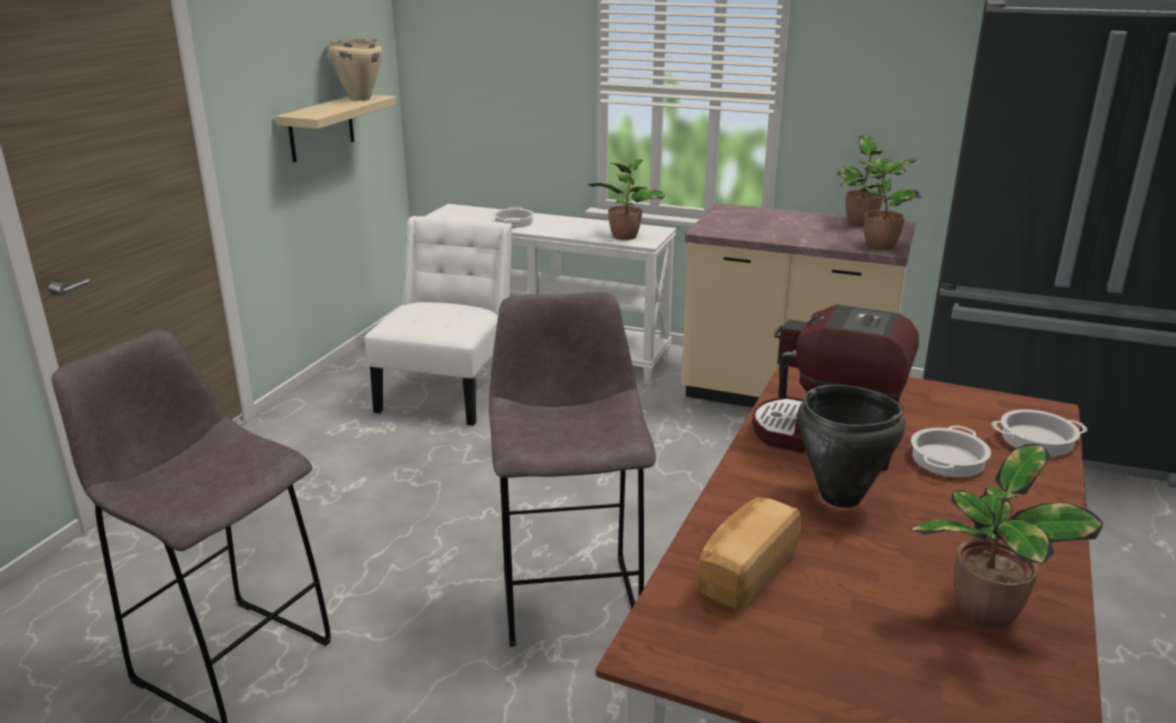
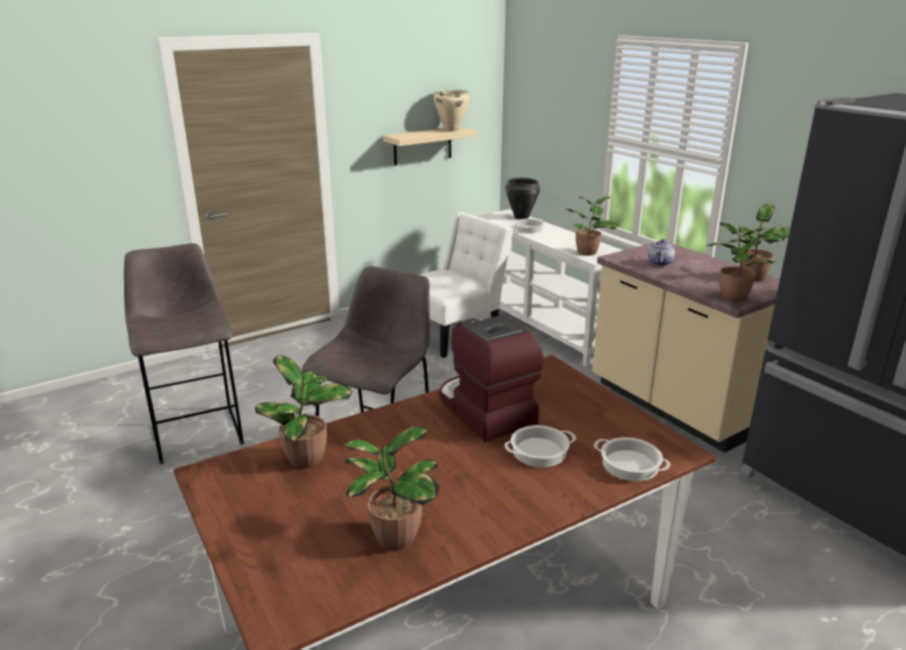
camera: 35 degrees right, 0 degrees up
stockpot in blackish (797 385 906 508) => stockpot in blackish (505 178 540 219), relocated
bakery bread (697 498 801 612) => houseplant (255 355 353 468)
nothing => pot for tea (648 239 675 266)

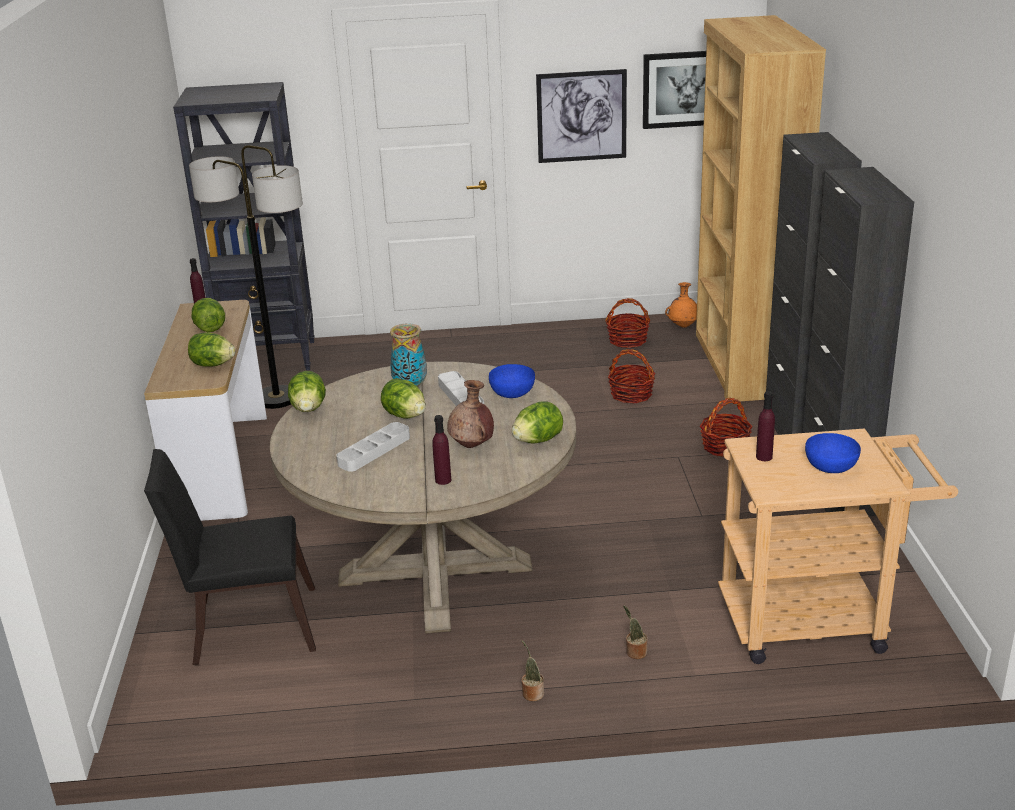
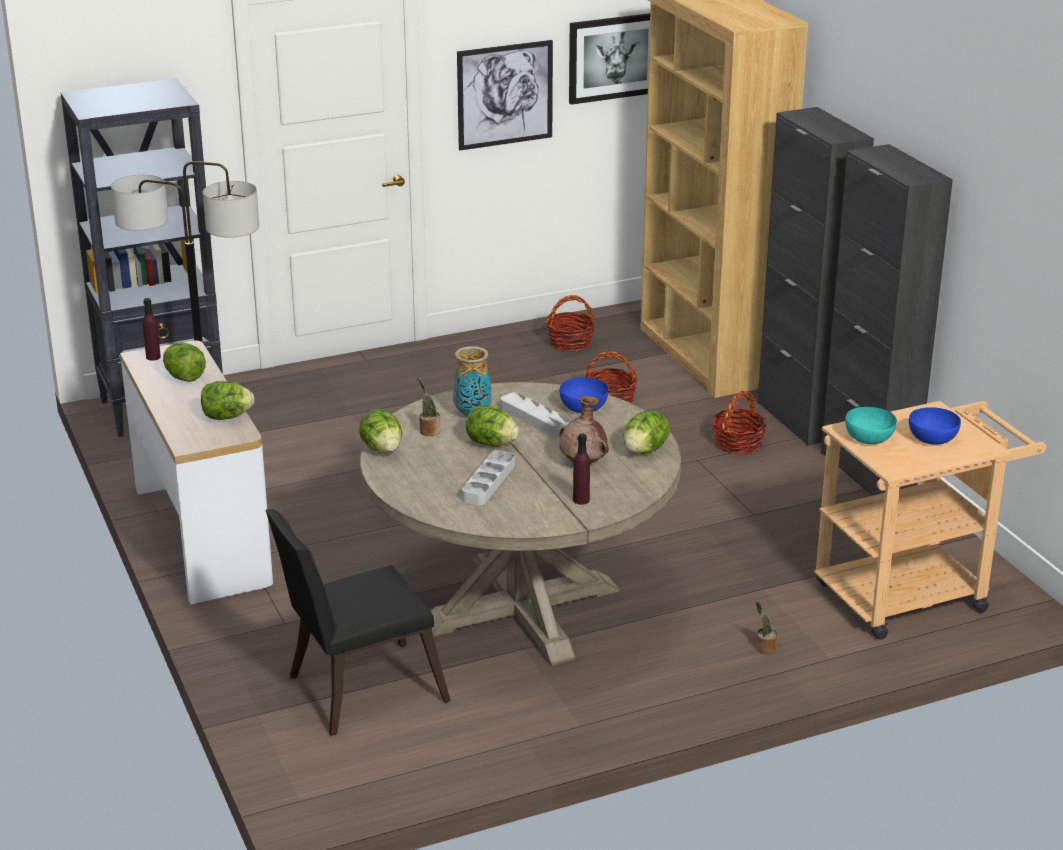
camera: 20 degrees left, 0 degrees up
decorative vase in orange-coloured (665 282 697 328) => nothing
bottle in purple (756 391 775 461) => deep dish in turquoise (845 407 897 444)
houseplant (521 640 544 701) => houseplant (417 378 441 436), relocated

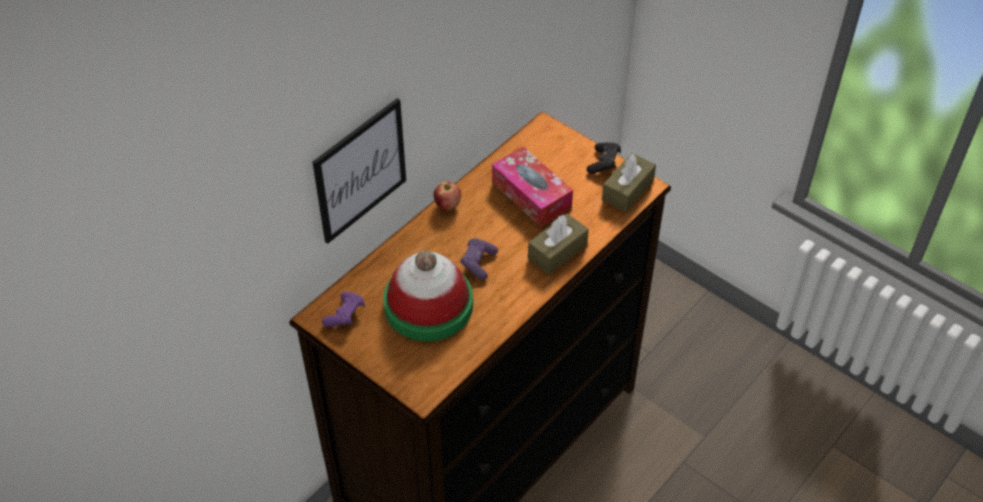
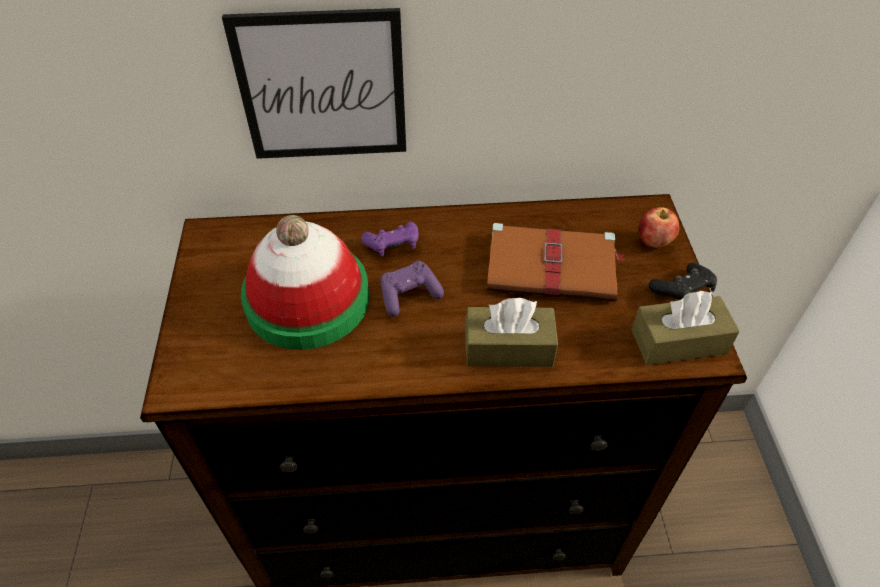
camera: 45 degrees right, 0 degrees up
tissue holder (492 146 573 227) => volume in brown (487 223 625 302)
apple (433 181 461 211) => apple (639 207 679 248), relocated
joypad in purple (322 292 365 327) => joypad in purple (361 222 419 256), relocated

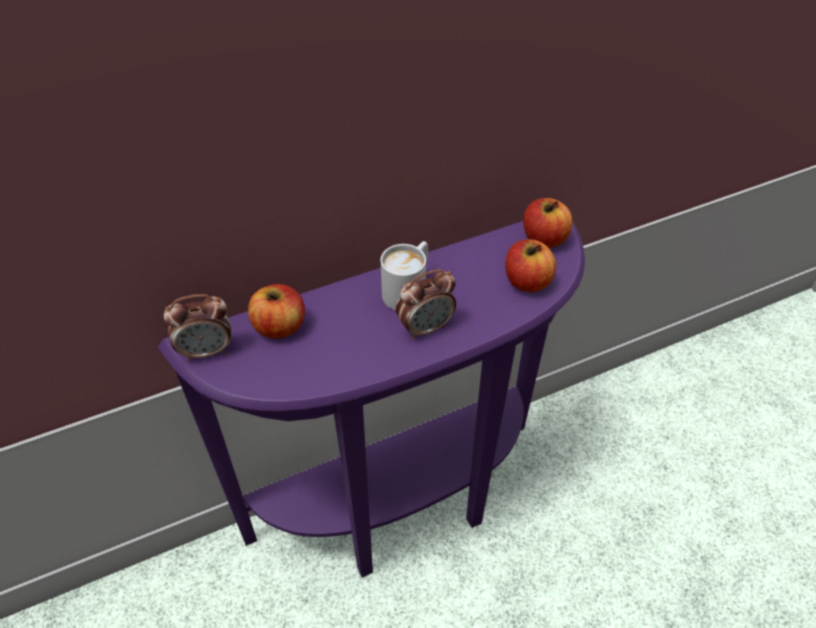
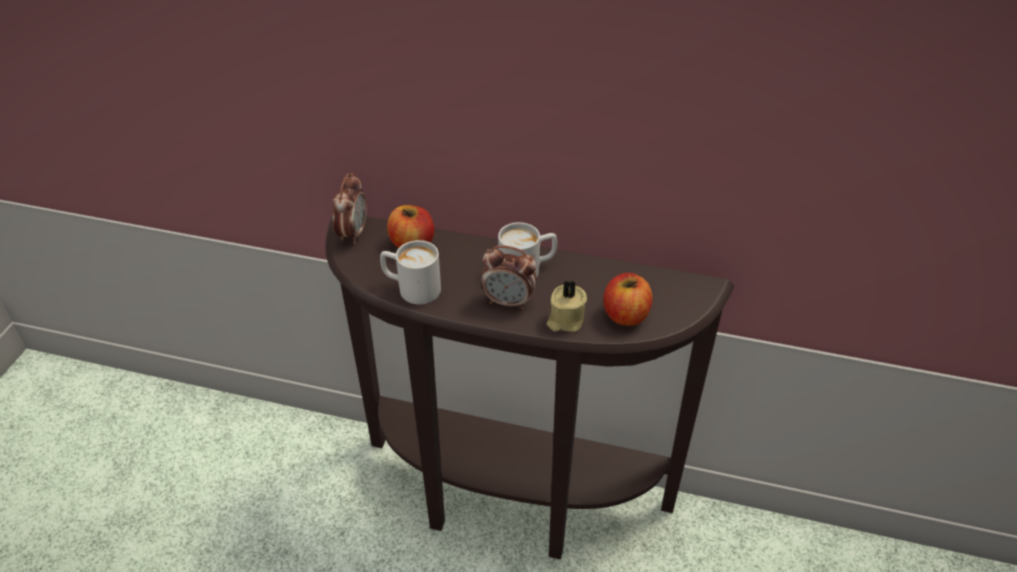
camera: 40 degrees right, 5 degrees down
apple (523 198 573 248) => nothing
hall table in purple (158 221 585 577) => hall table in brown (325 215 735 560)
alarm clock (164 294 231 361) => alarm clock (333 173 366 244), 105 degrees counterclockwise
nothing => coffee mug in white (380 240 441 304)
nothing => candle in beige (547 280 587 332)

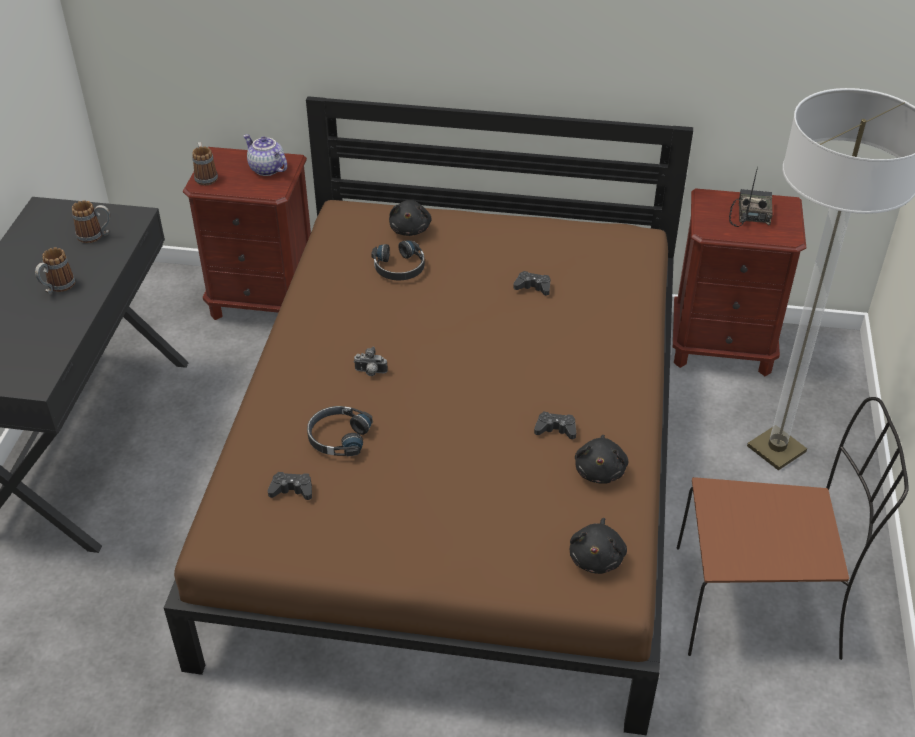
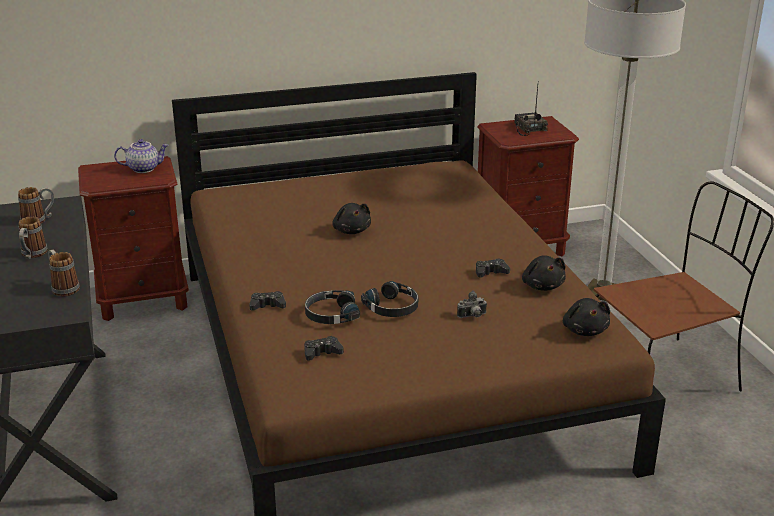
camera: 25 degrees left, 15 degrees down
pot for tea (243 134 287 176) => pot for tea (114 139 169 173), 150 degrees clockwise
coffee mug (192 142 218 185) => coffee mug (48 250 80 297), relocated
cuddly toy in blackish (389 200 432 236) => cuddly toy in blackish (332 203 371 234), relocated
headphones in blackish (371 240 425 280) => headphones in blackish (361 281 418 317), relocated
joypad in blackish (513 271 550 296) => joypad in blackish (249 291 286 311), relocated
photo camera (354 347 388 376) => photo camera (457 290 487 318), relocated

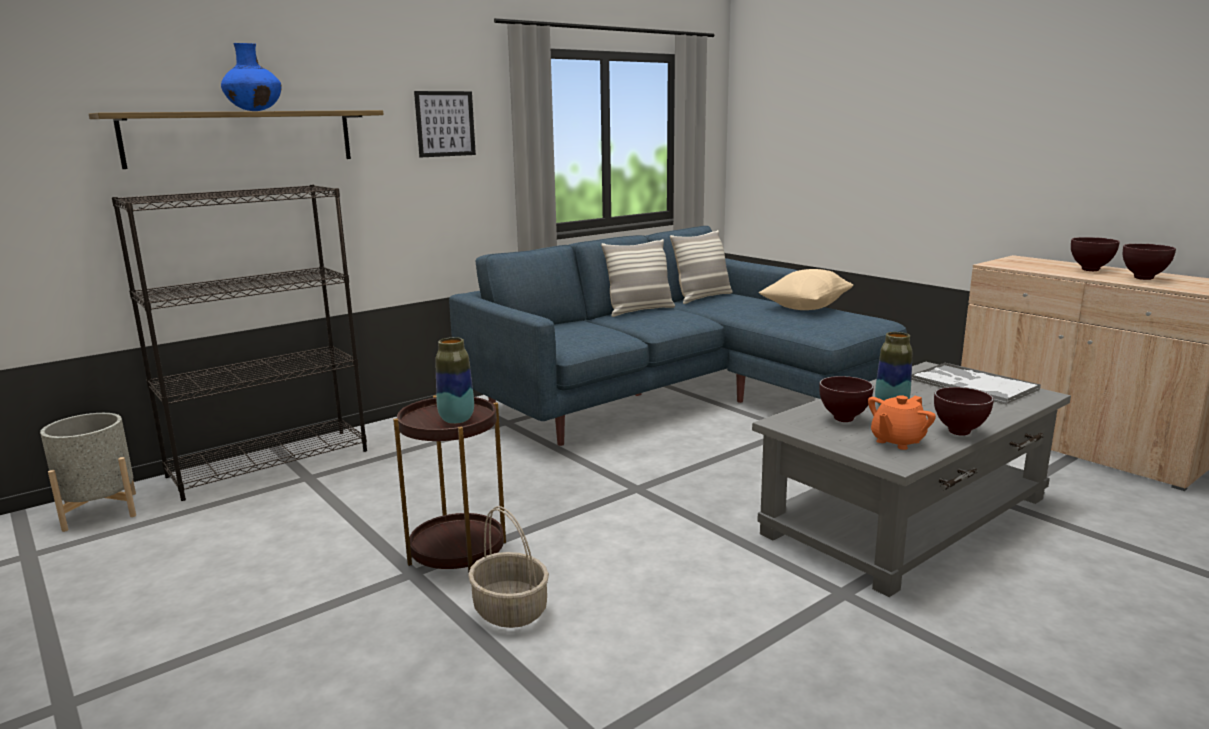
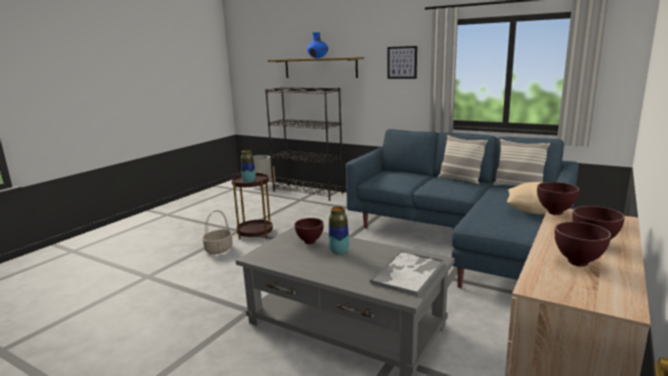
camera: 70 degrees right, 0 degrees up
deep dish in brown (934 387 994 436) => deep dish in brown (537 182 579 215), relocated
pot for tea in orange-coloured (868 395 936 450) => nothing

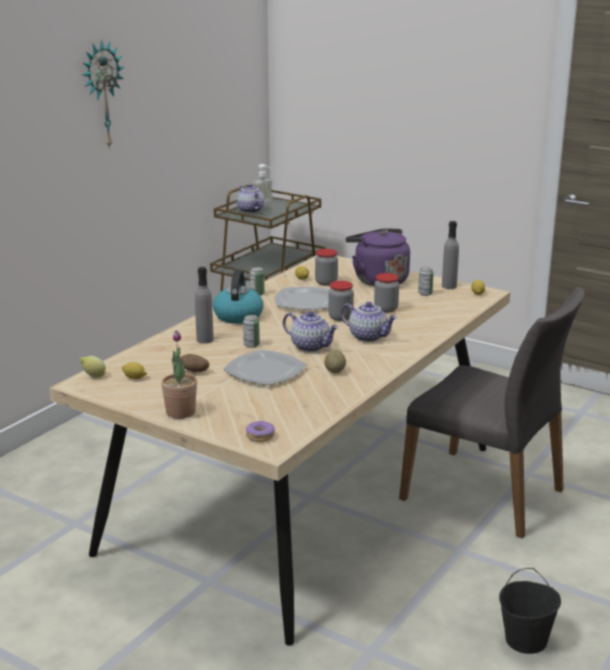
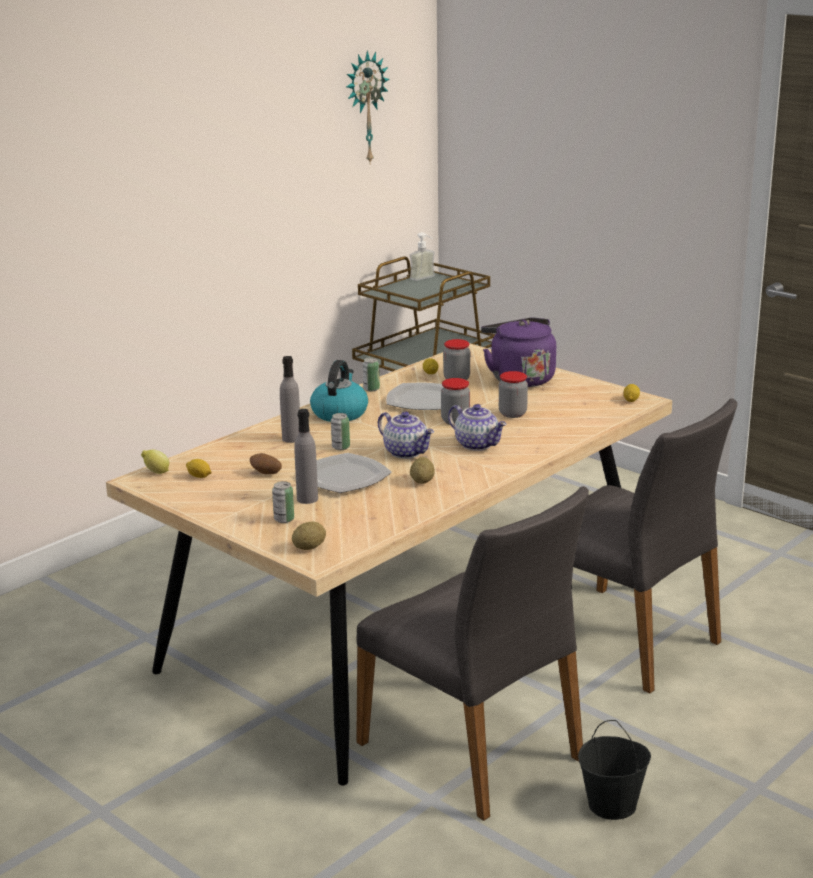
camera: 10 degrees right, 0 degrees up
hanging clock (83 40 124 149) => hanging clock (346 50 390 165), relocated
pot for tea (237 184 264 213) => nothing
bottle in greyish (442 221 459 289) => bottle in greyish (294 409 318 504), relocated
metal can (418 267 434 296) => metal can (272 481 294 523), relocated
houseplant (161 330 197 419) => nothing
donut (246 421 275 442) => spud (292 521 326 550)
nothing => chair in greyish (356 486 589 821)

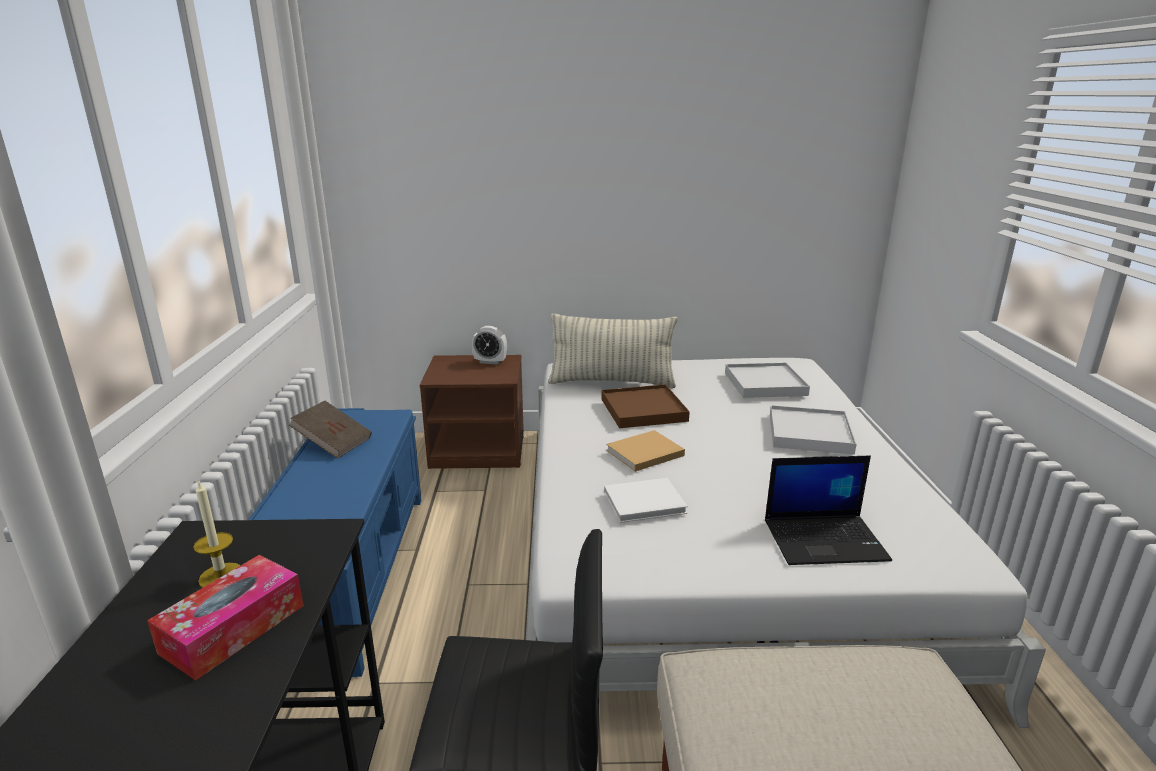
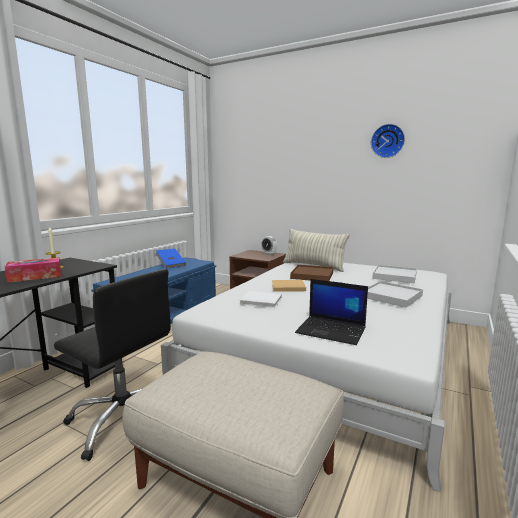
camera: 30 degrees right, 10 degrees down
volume in brown (289 401 372 459) => volume in bluish (156 248 186 269)
nothing => hanging clock (371 124 405 158)

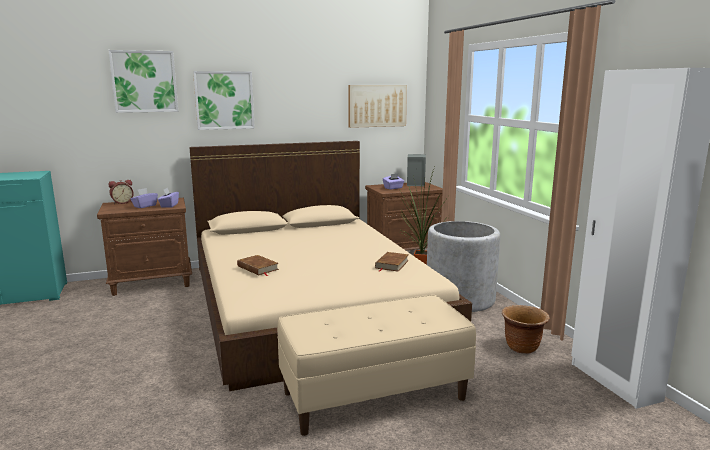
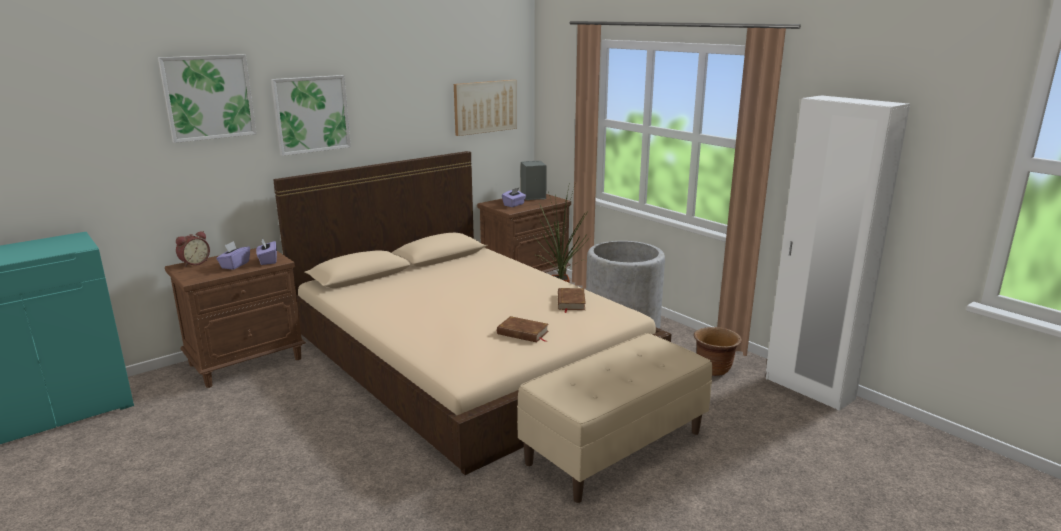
camera: 20 degrees left, 5 degrees up
volume in brown (237 255 279 276) => volume in brown (497 316 549 342), relocated

